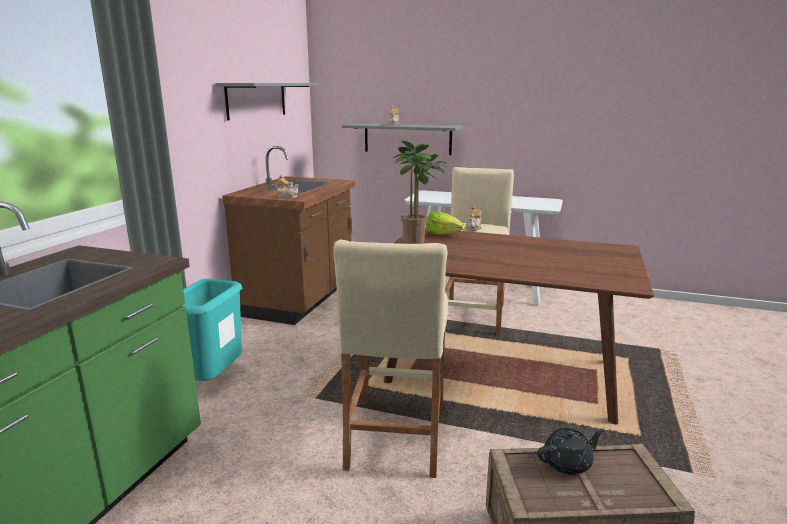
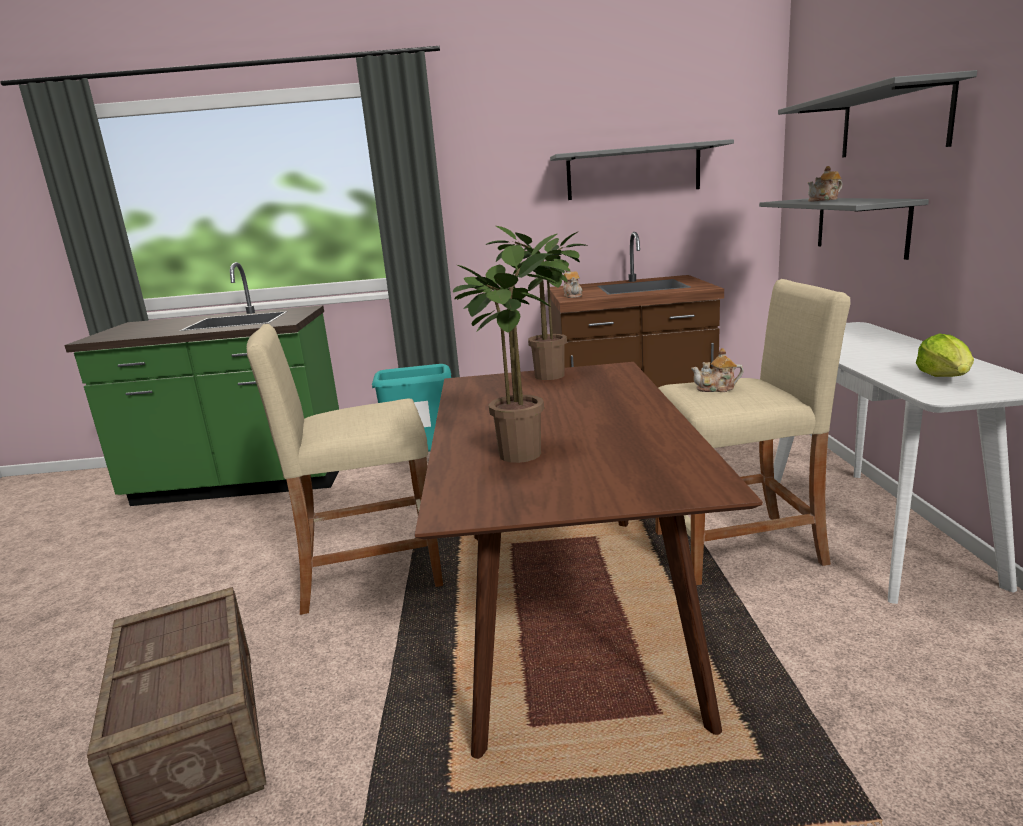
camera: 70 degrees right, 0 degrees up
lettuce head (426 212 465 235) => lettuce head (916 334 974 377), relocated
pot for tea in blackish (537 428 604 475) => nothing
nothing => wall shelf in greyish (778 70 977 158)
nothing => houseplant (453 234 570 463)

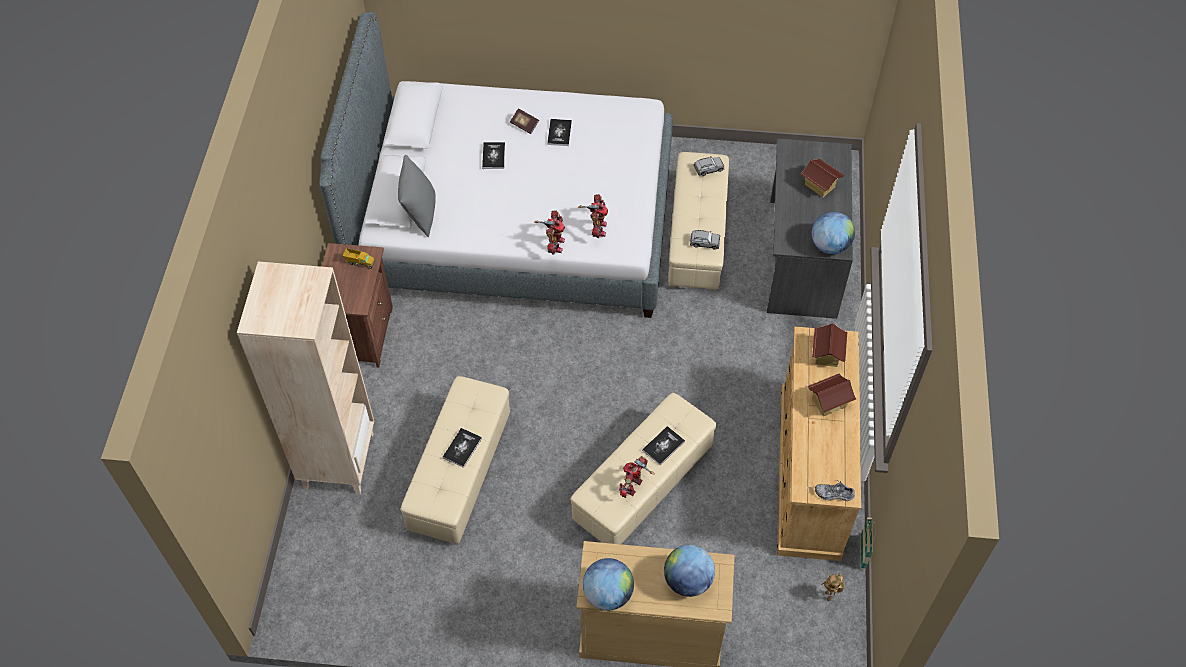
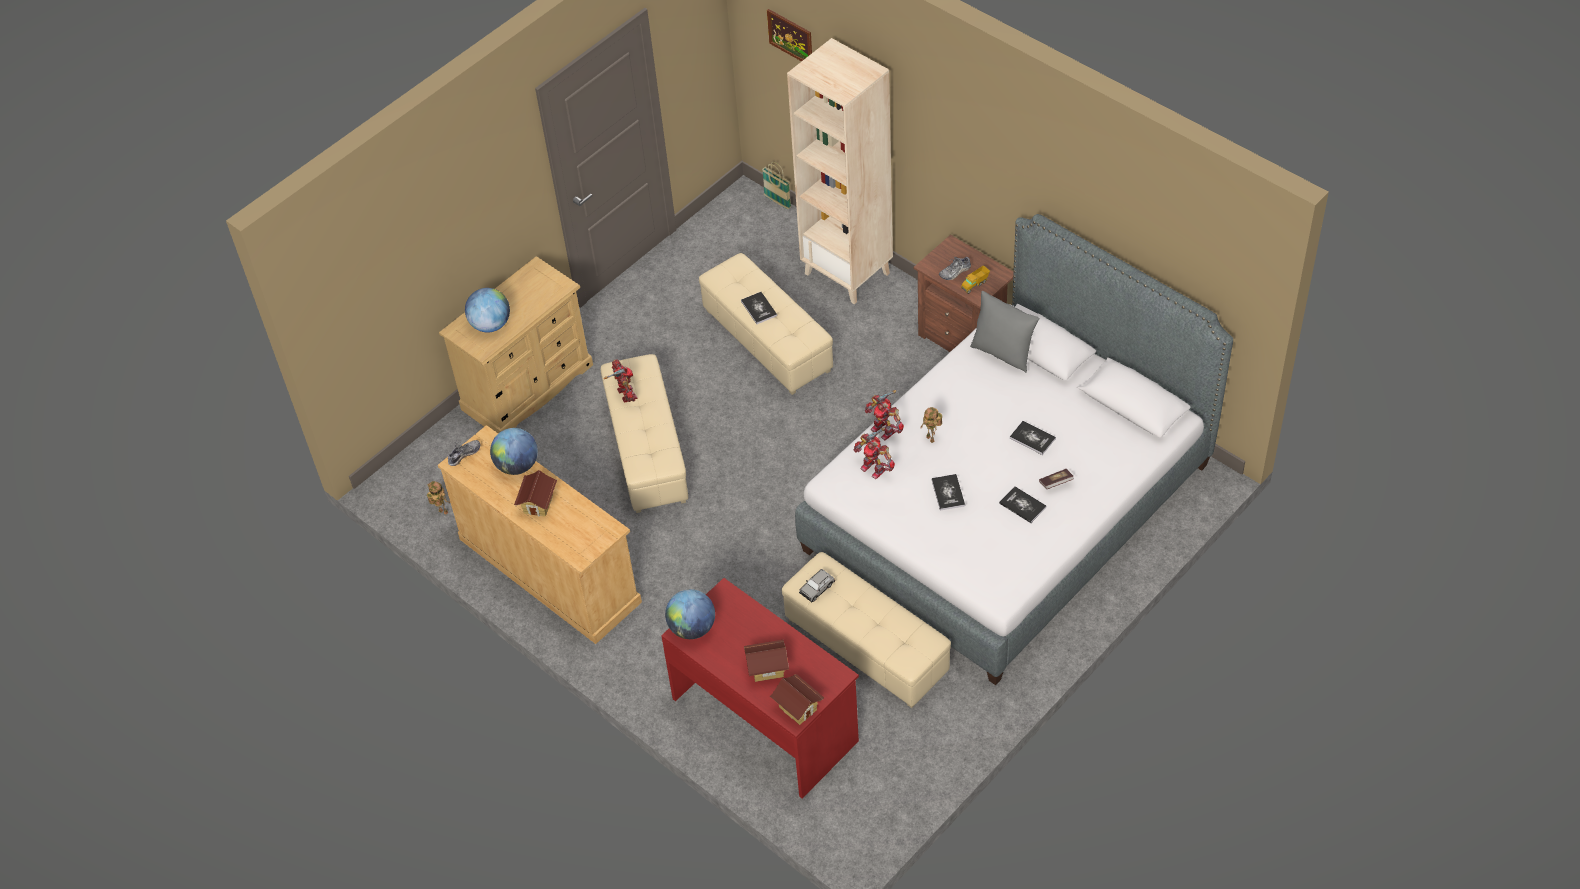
camera: 130 degrees right, 5 degrees down
desk unit in greyish (767 139 853 319) => desk unit in red (661 578 859 798)
toy car in greyish (694 156 724 176) => nothing
toy house (812 323 847 367) => toy house (770 674 824 725), relocated
volume (642 426 685 465) => volume (932 474 965 511), relocated
household basket (860 517 876 570) => household basket (762 162 791 209), relocated
globe (583 558 634 611) => globe (490 428 538 475), relocated
nothing => picture (767 9 812 61)
nothing => low shoe (939 257 971 280)
nothing => toy robot (921 407 942 443)

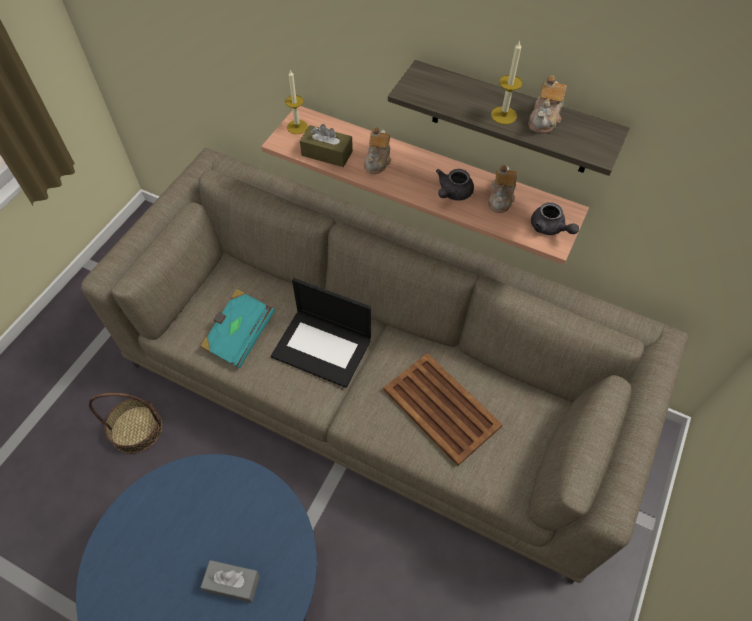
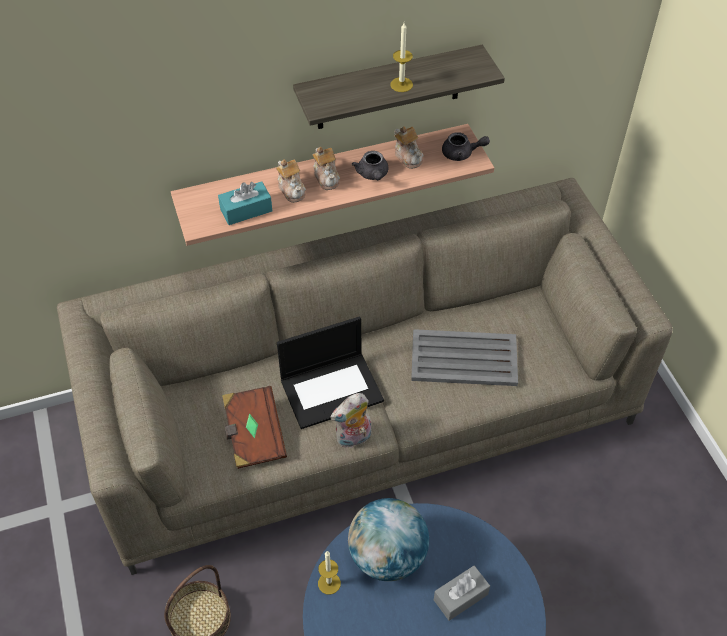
camera: 45 degrees left, 5 degrees down
candle (285 69 308 134) => candle (318 551 341 594), relocated
pot for tea (528 76 567 134) => pot for tea (312 147 340 190), relocated
tissue holder in brown (300 124 353 167) => tissue holder in turquoise (218 181 272 225)
volume in turquoise (200 289 275 368) => volume in brown (222 386 287 469)
carrying tray in brown (384 353 503 466) => carrying tray in greyish (411 329 518 386)
nothing => cuddly toy (330 393 371 448)
nothing => globe (348 498 429 581)

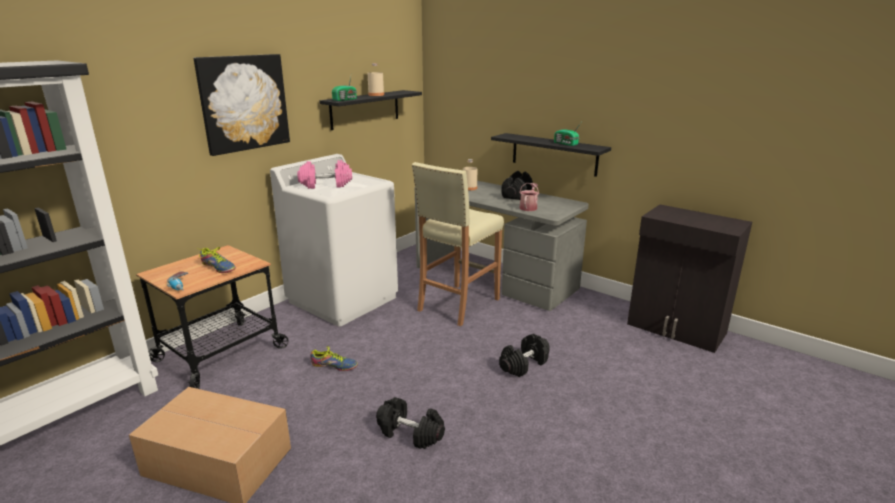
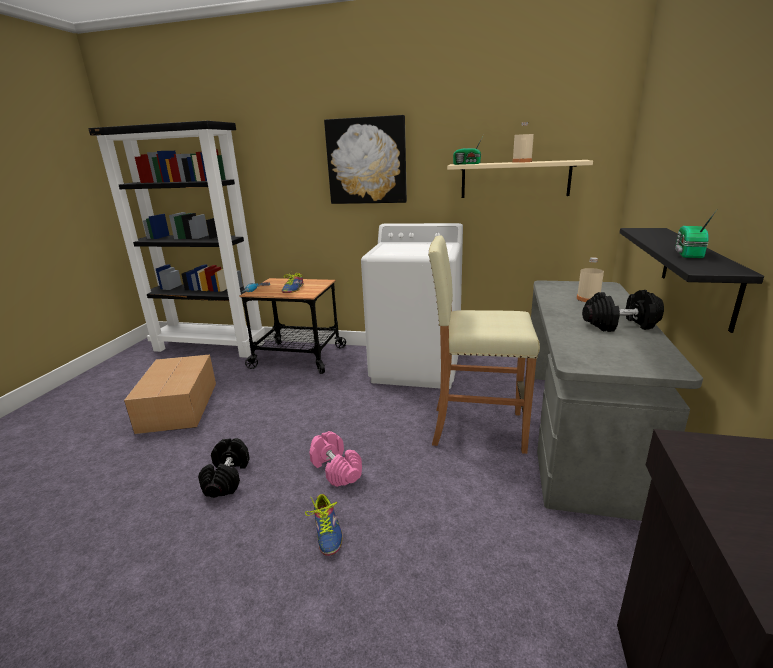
camera: 65 degrees right, 0 degrees up
wall shelf in blackish (319 90 422 130) => wall shelf in beige (447 160 593 198)
free weight in pink-coloured (297 160 352 189) => free weight in pink-coloured (309 431 362 487), relocated
watering pot (519 183 539 211) => nothing
free weight in blackish (499 334 550 377) => nothing
low shoe (311 346 358 371) => low shoe (305 494 343 556), relocated

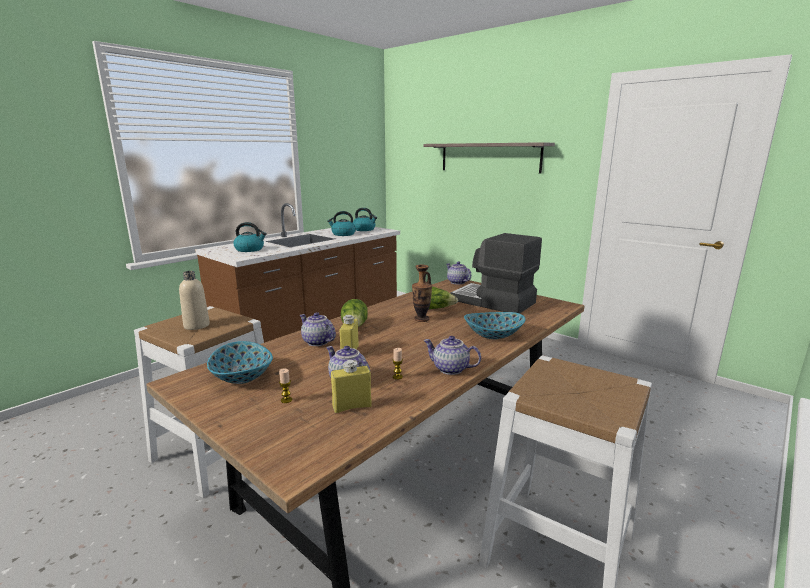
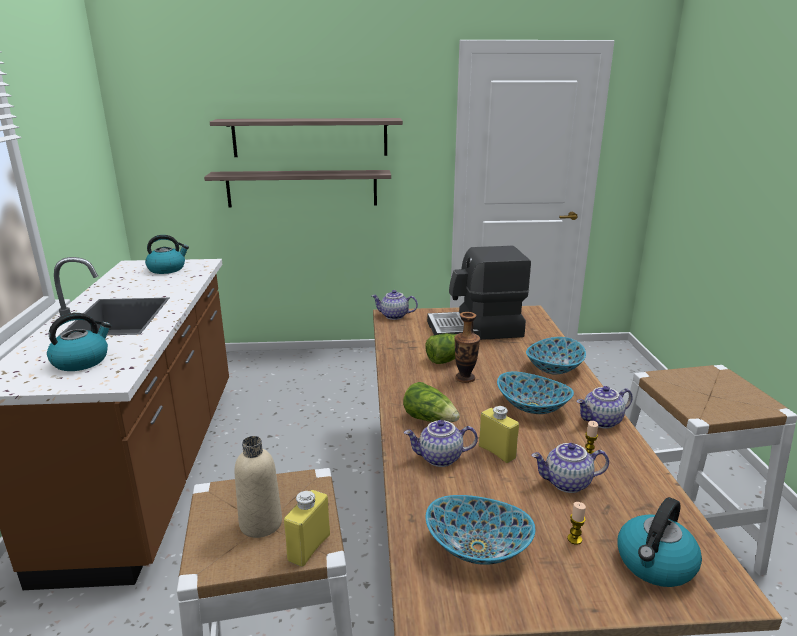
camera: 45 degrees left, 5 degrees up
water kettle (327 211 356 236) => water kettle (618 497 702 587), relocated
bottle in yellowish (331 360 372 413) => bottle in yellowish (284 490 330 567), relocated
nothing => wall shelf (204 170 391 208)
nothing => deep dish (497 372 574 414)

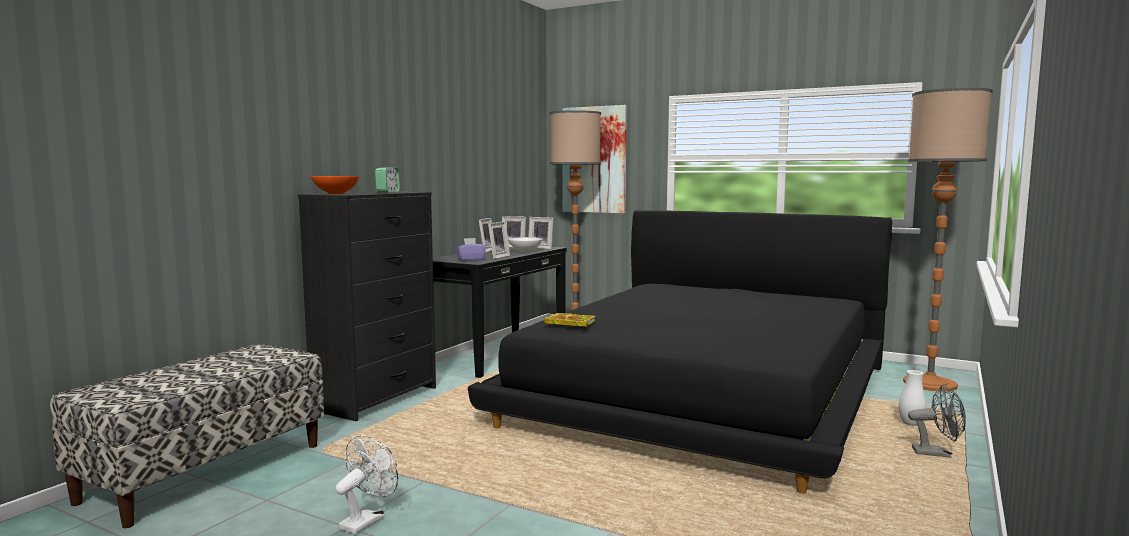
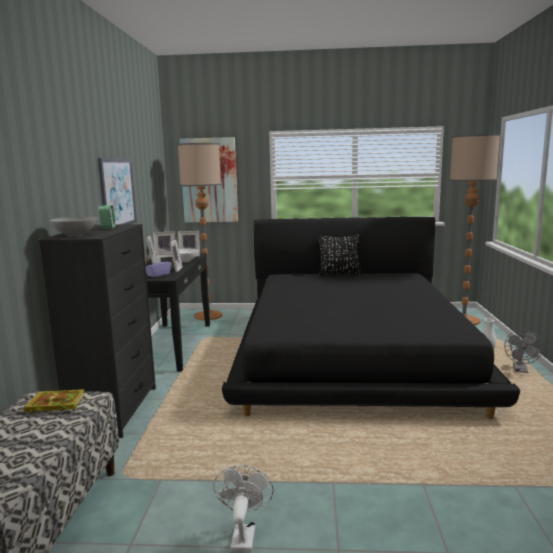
camera: 25 degrees left, 5 degrees up
deep dish in orange-coloured (311 176 360 194) => deep dish in greyish (50 217 97 237)
volume (544 313 596 328) => volume (24 389 84 412), relocated
electric fan in greyish (908 385 966 458) => electric fan in greyish (504 329 543 373), 120 degrees clockwise
nothing => picture (98 158 137 225)
nothing => throw pillow in blackish (318 235 362 276)

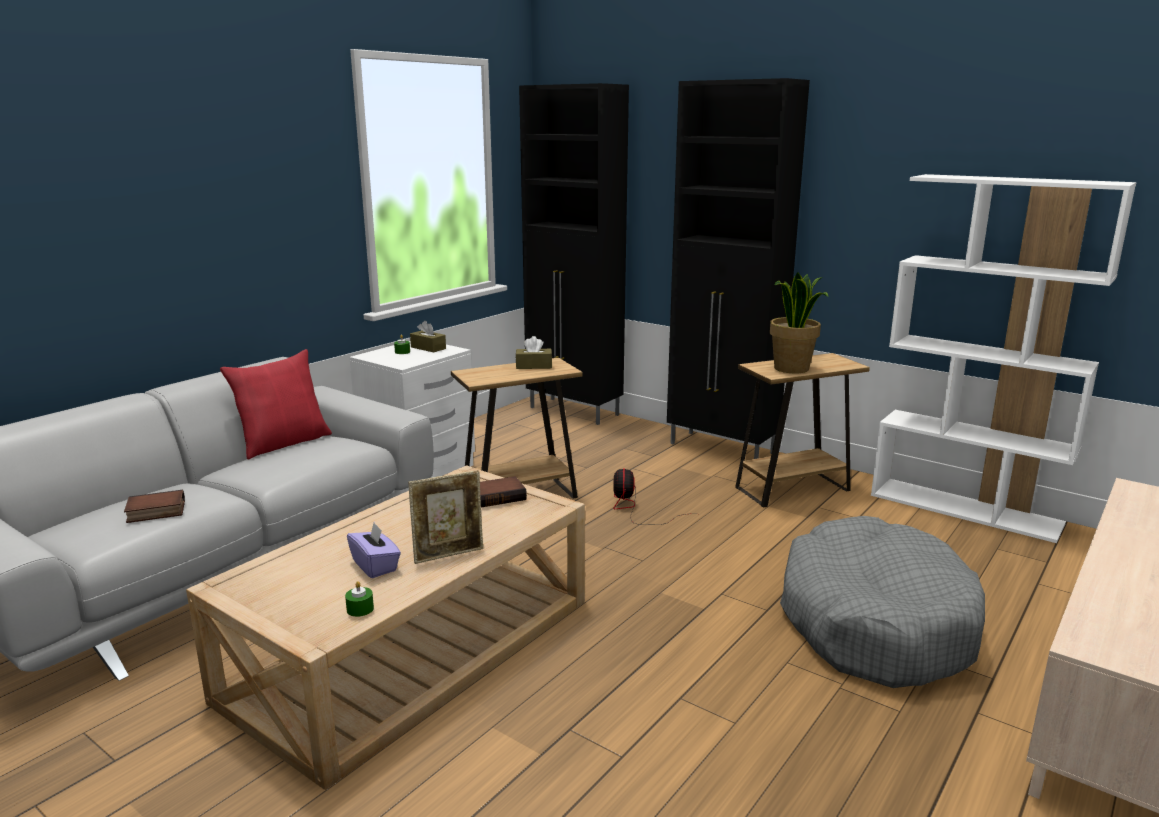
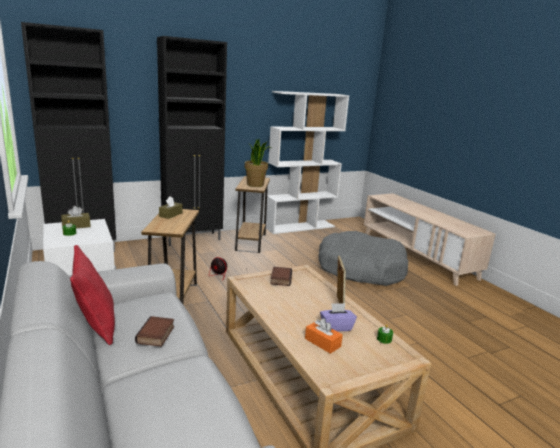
camera: 65 degrees left, 0 degrees up
volume (124 490 185 523) => volume (135 316 174 347), relocated
nothing => tissue holder in orange-coloured (305 318 343 354)

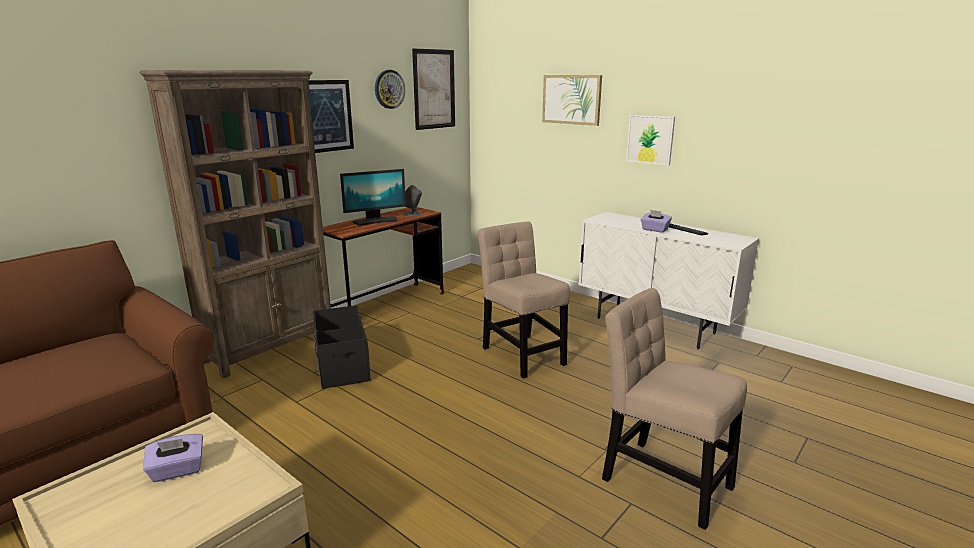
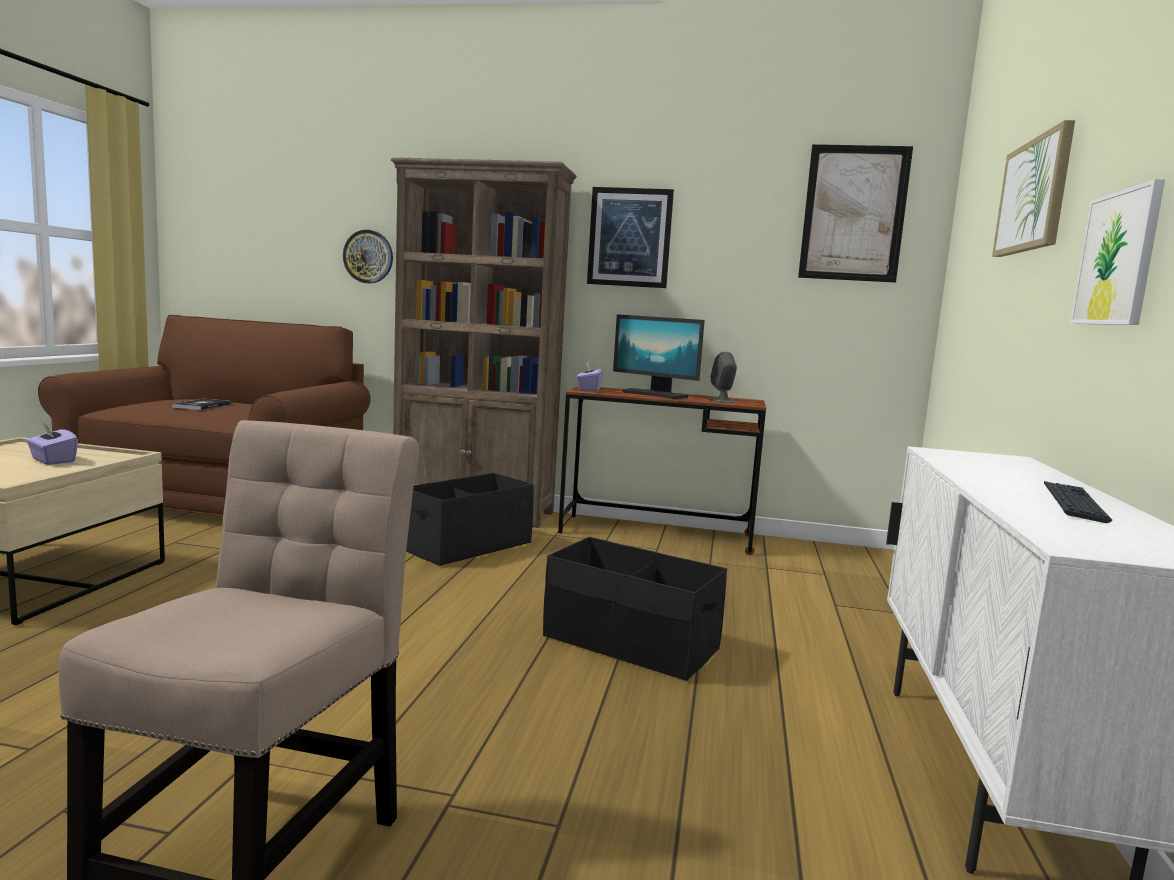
camera: 60 degrees right, 10 degrees down
hanging clock (375 70 405 109) => hanging clock (343 230 393 283), relocated
tissue holder in purple (641 210 672 233) => tissue holder in purple (577 361 603 392), relocated
chair in beige (478 221 570 378) => storage bin in blackish (543 537 727 681)
nothing => volume (172 399 231 410)

